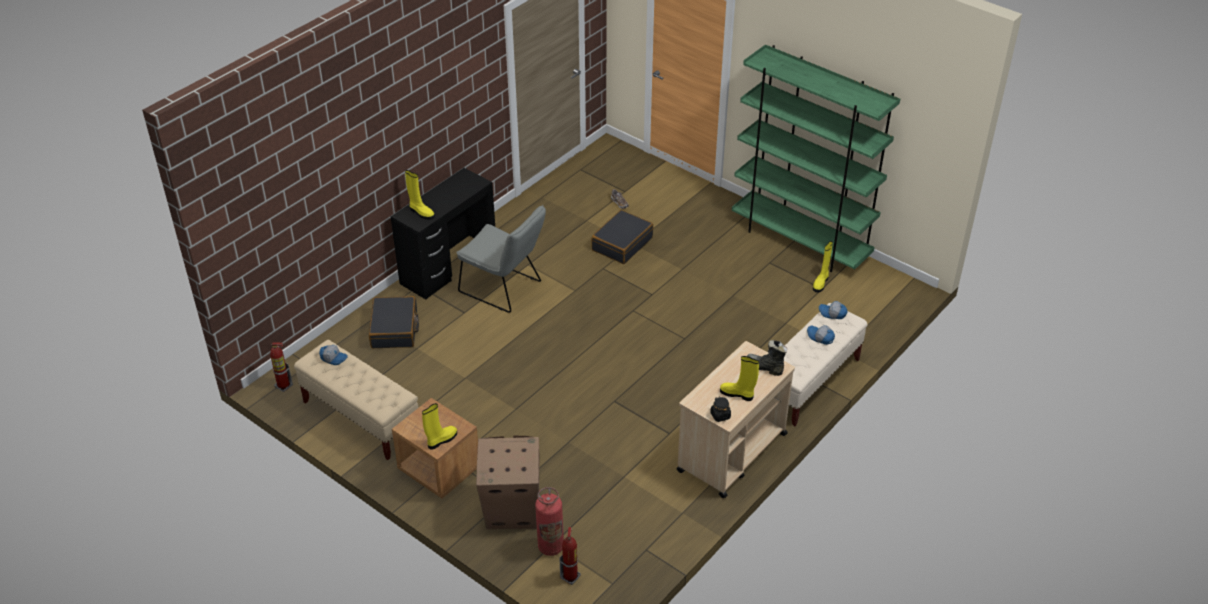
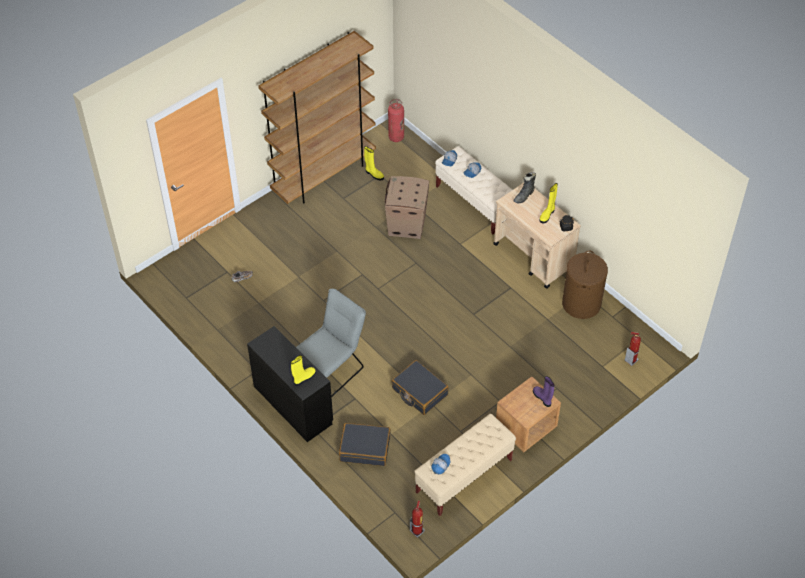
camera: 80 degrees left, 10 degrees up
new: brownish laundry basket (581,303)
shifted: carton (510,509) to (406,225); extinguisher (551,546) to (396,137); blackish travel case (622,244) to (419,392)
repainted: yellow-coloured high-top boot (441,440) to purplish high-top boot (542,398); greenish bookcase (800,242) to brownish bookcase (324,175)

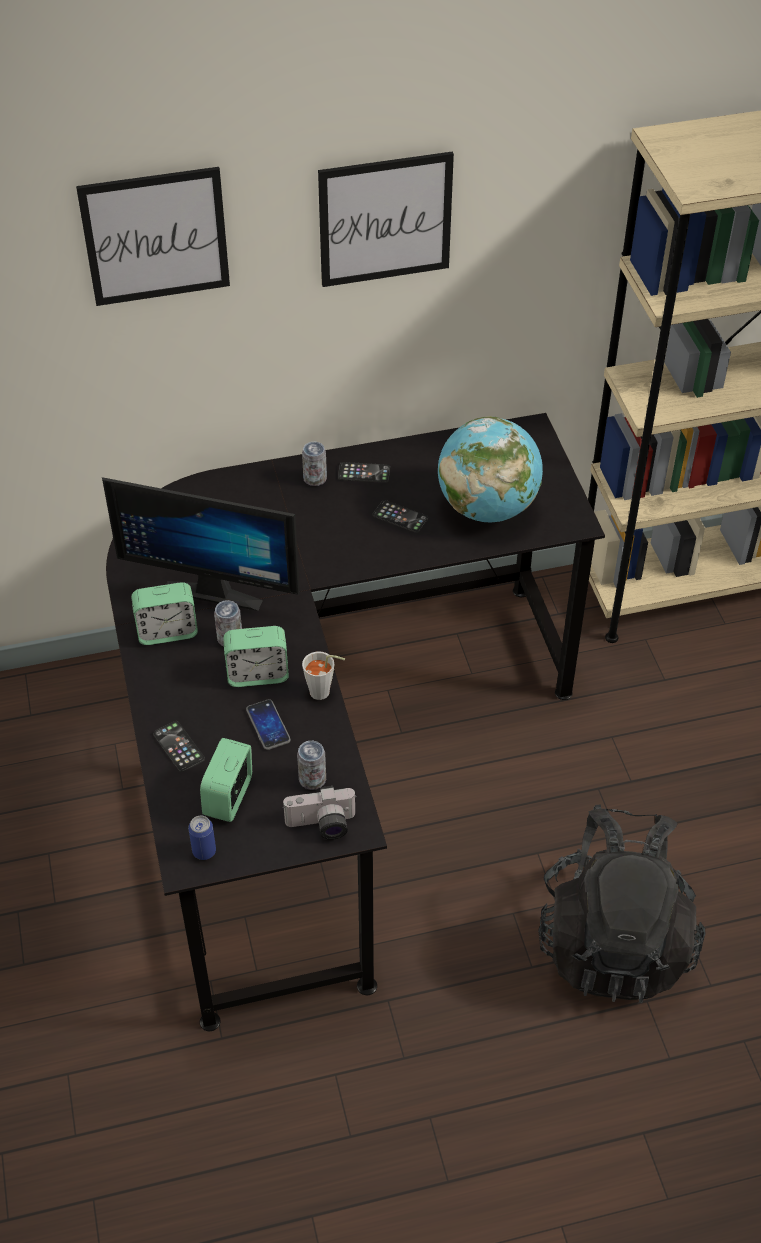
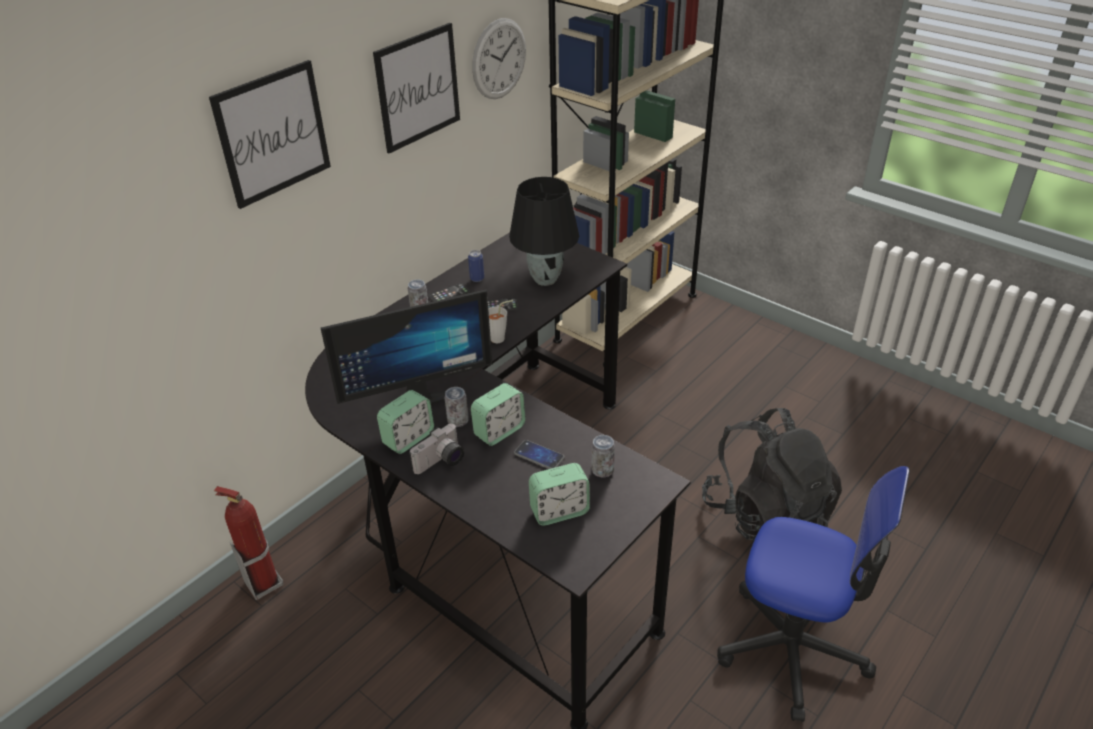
camera: 35 degrees left, 10 degrees down
gone: phone (178,747)
new: extinguisher (264,583); clock on the wall (499,59); computer chair (792,647)
shifted: can (204,851) to (477,278); photo camera (322,826) to (441,462); grey small cup (324,693) to (501,338)
swapped: desk globe (487,507) to blackish tabletop lamp (545,279)
rotated: table clock (229,797) = (559,511) 90 degrees counterclockwise

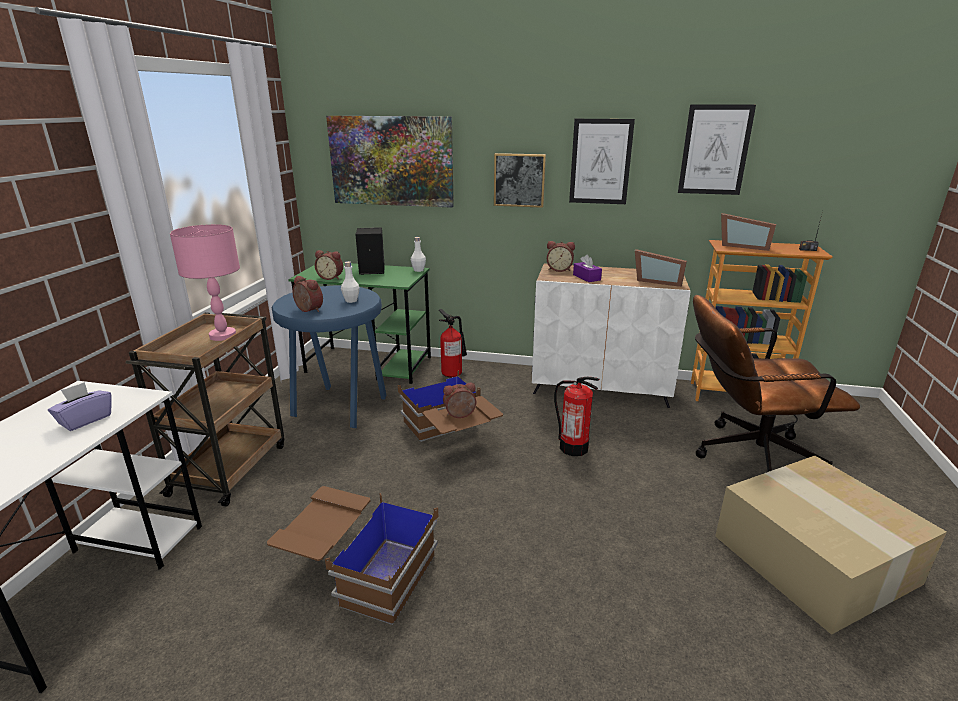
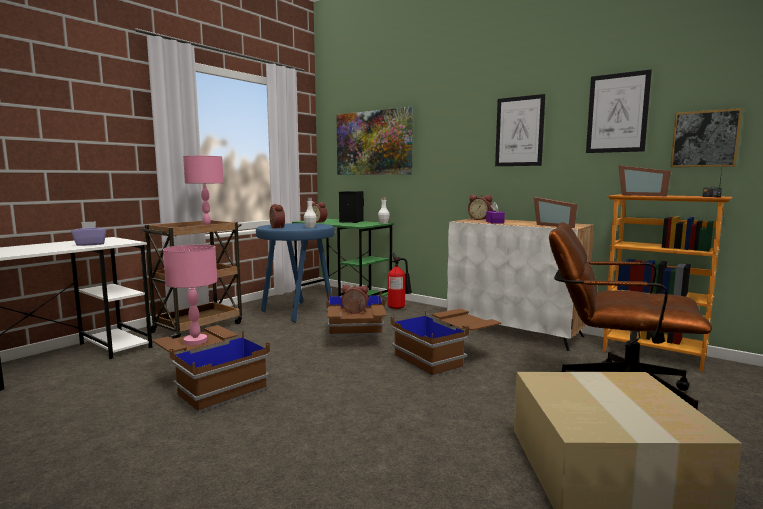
camera: 25 degrees right, 15 degrees down
new: pink-coloured tabletop lamp (195,341)
shifted: wall picture (519,180) to (705,139)
swapped: extinguisher (573,447) to brownish storage bin (446,357)

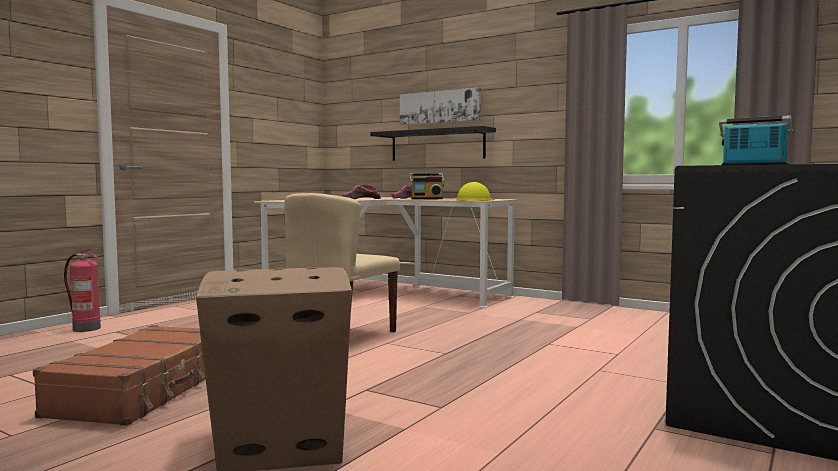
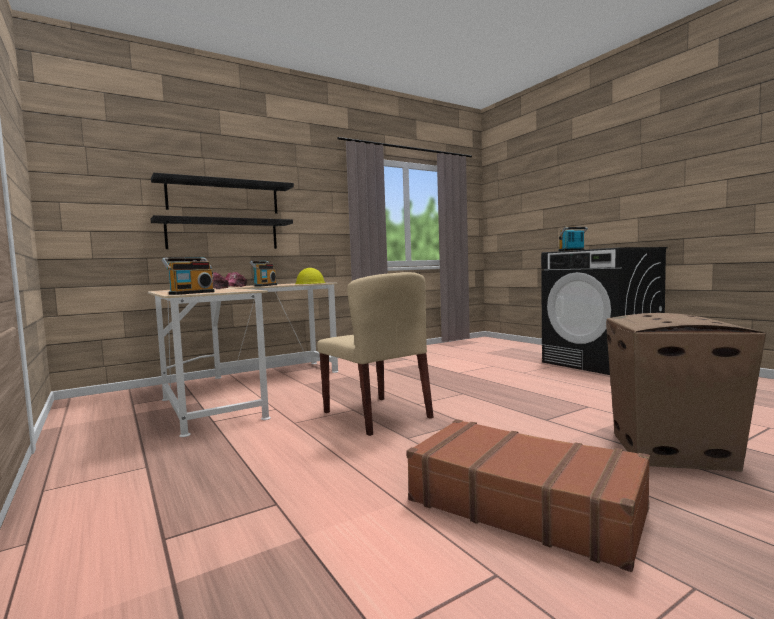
camera: 65 degrees left, 0 degrees up
gone: extinguisher (85,329)
new: radio receiver (191,293)
swapped: wall picture (439,107) to blackish bracket shelf (224,197)

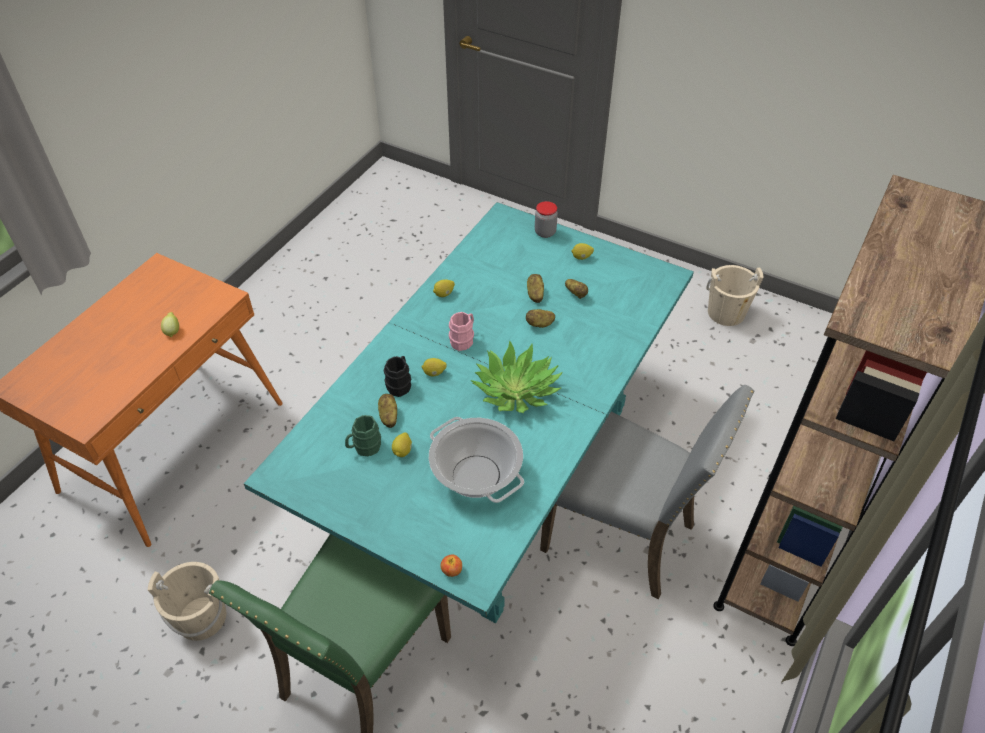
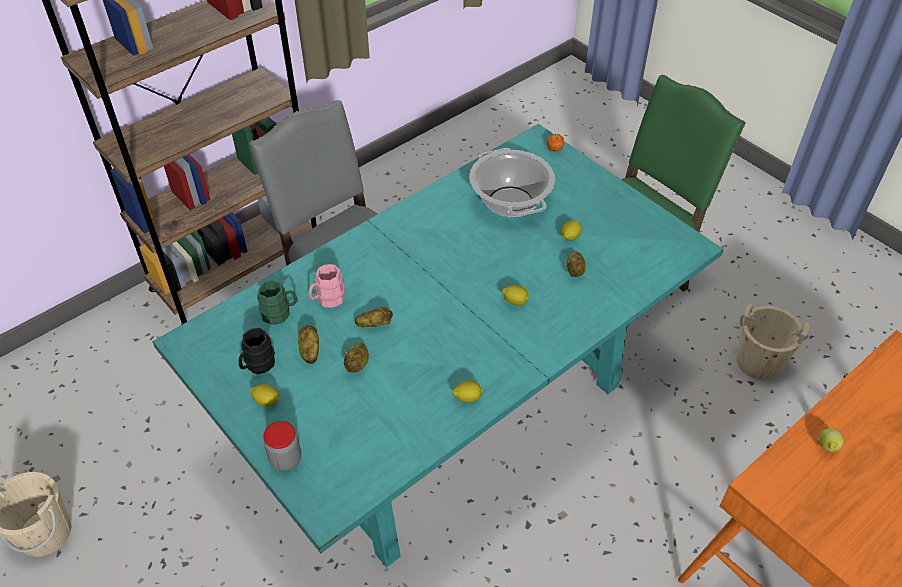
camera: 160 degrees left, 0 degrees up
gone: houseplant (516,390)
shifted: greenish mug (364,447) to (280,313); blackish mug (400,384) to (257,365); pink-coloured mug (463,339) to (327,299)

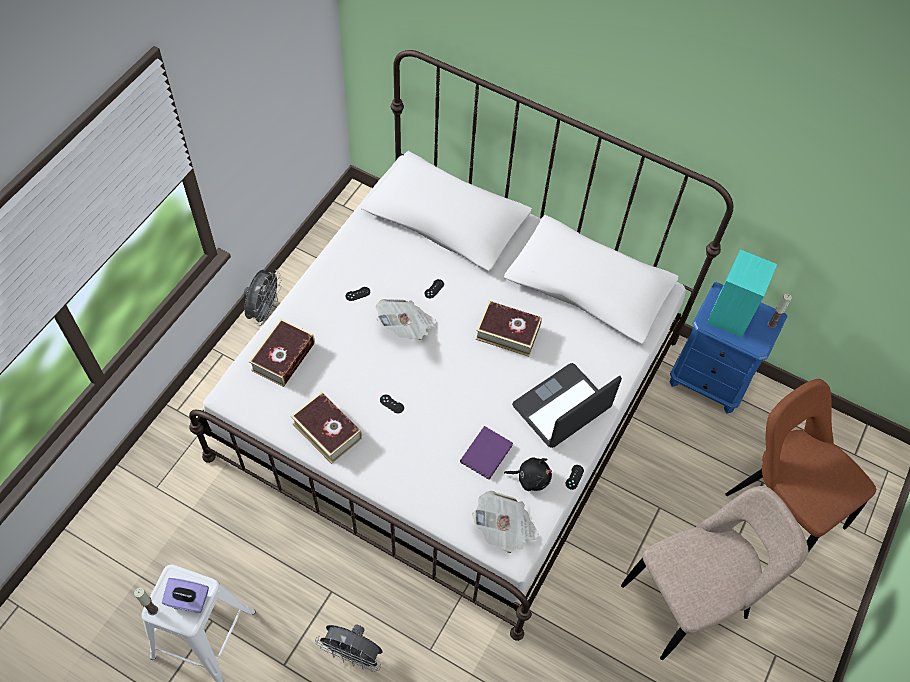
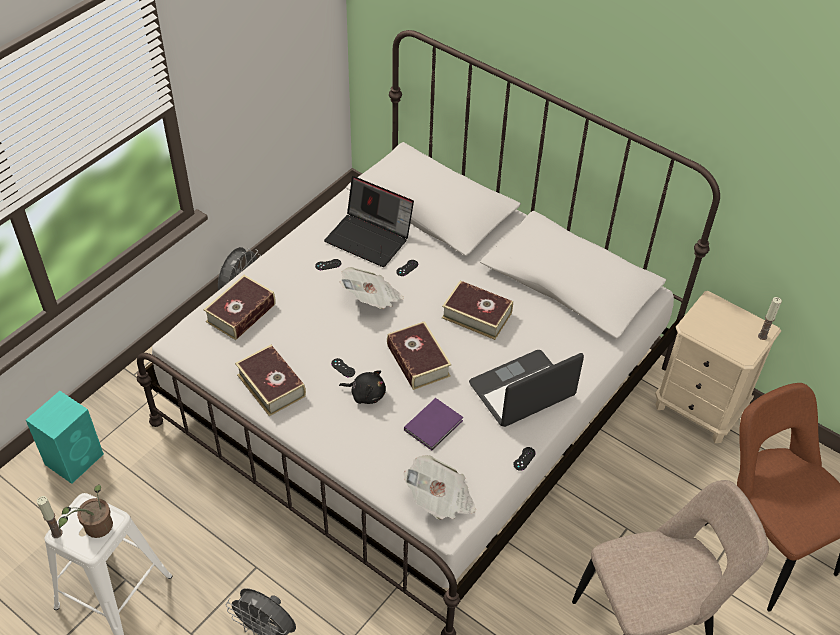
camera: 10 degrees right, 10 degrees down
new: portable computer (370,238); volume (418,361)
shifted: blackish soft toy (531,478) to (366,394); blue-green audio speaker (731,313) to (75,458)
swapped: purplish tissue box (188,600) to houseplant (95,529)
repainted: blue-coloured nightstand (708,380) to sand-coloured nightstand (699,408)

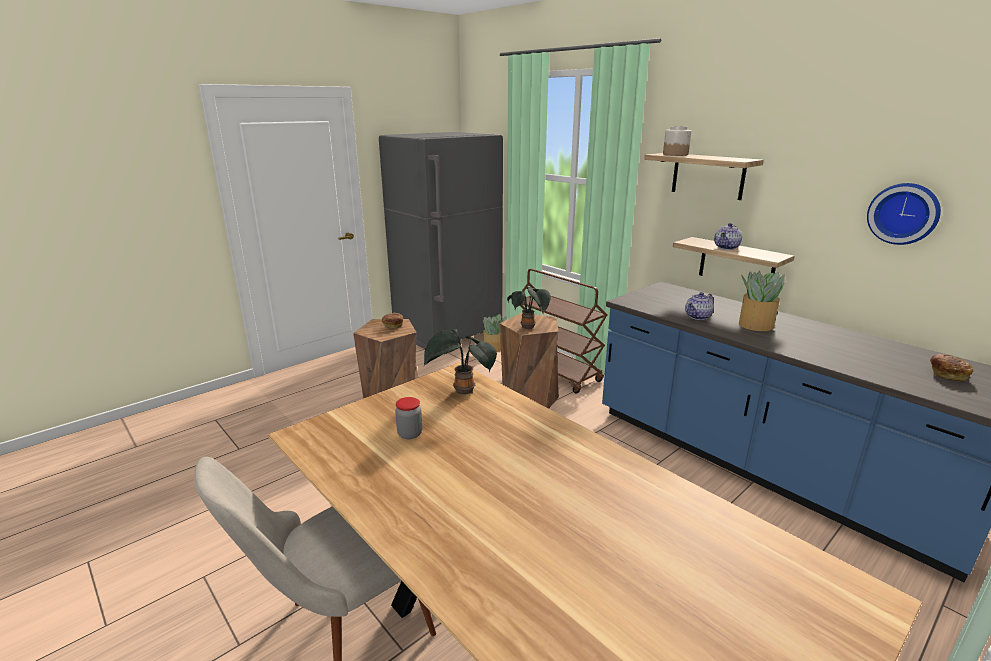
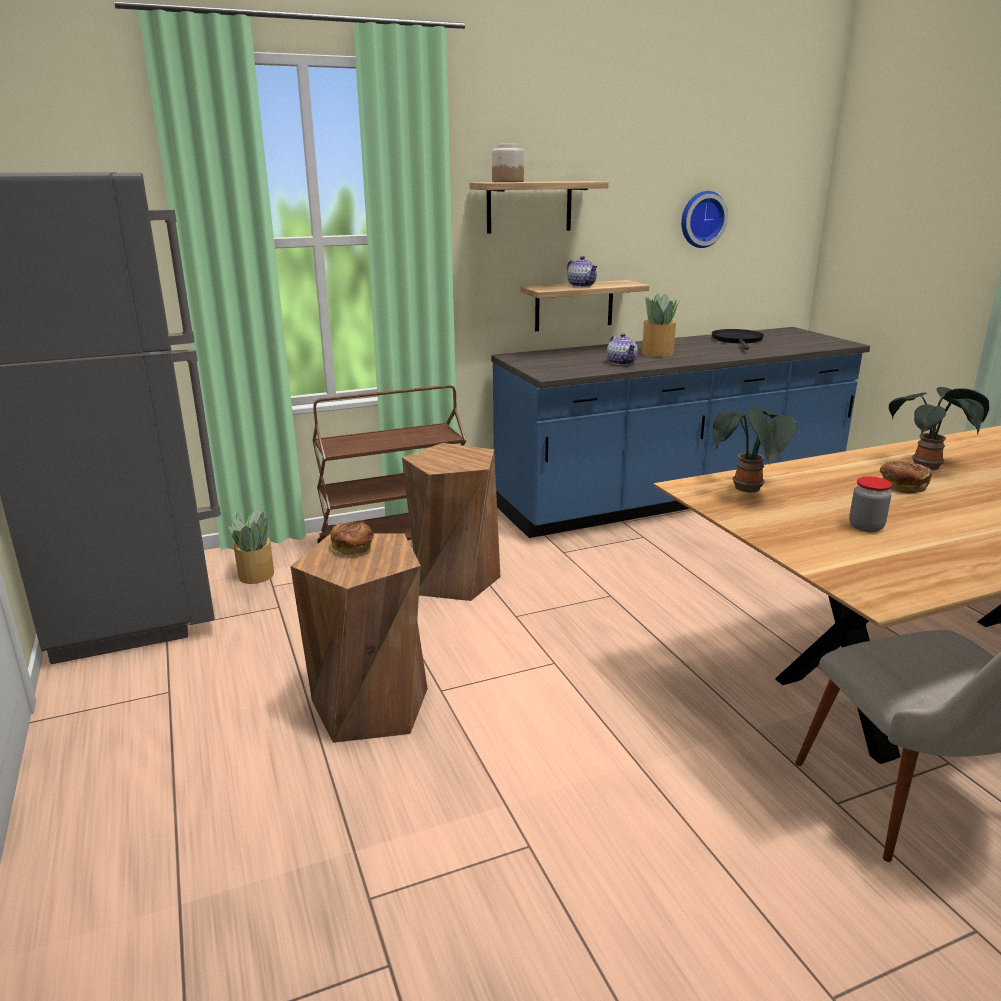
camera: 70 degrees left, 0 degrees up
new: blackish frying pan (737,340)
shifted: houseplant (529,327) to (929,467); bakery bread (947,374) to (902,487)

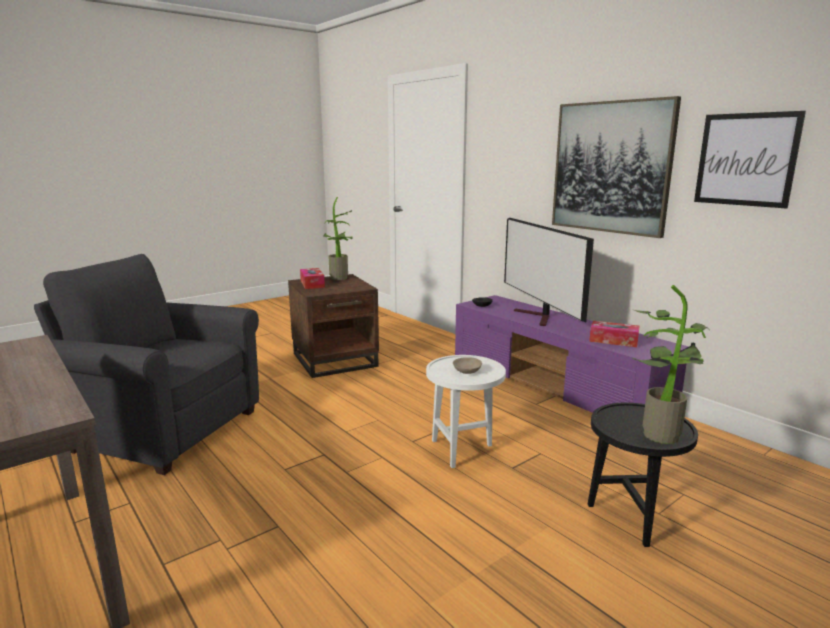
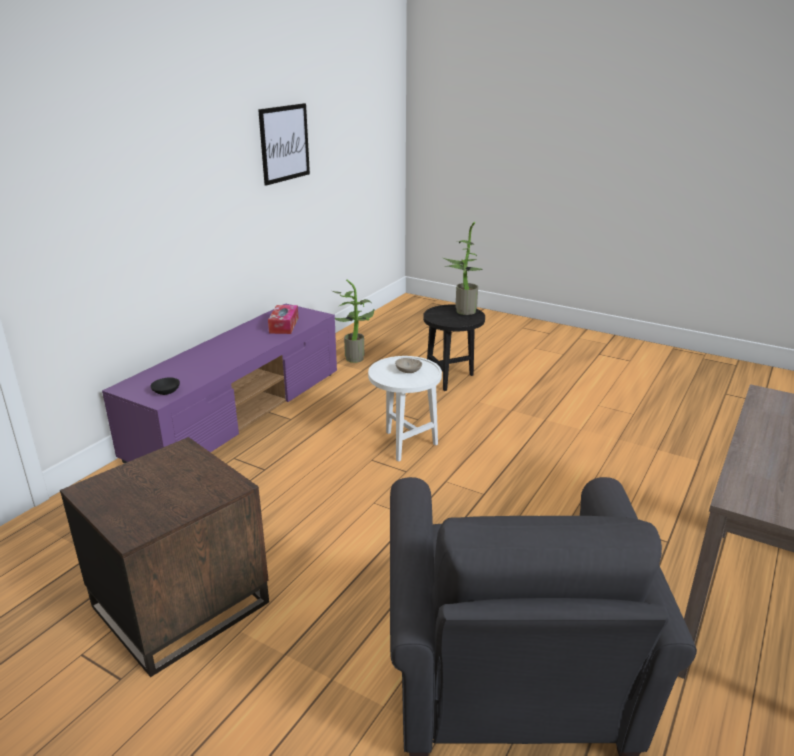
camera: 110 degrees left, 10 degrees up
gone: tissue box (312,284); television (539,317); wall picture (611,167)
shifted: houseplant (340,278) to (356,357)

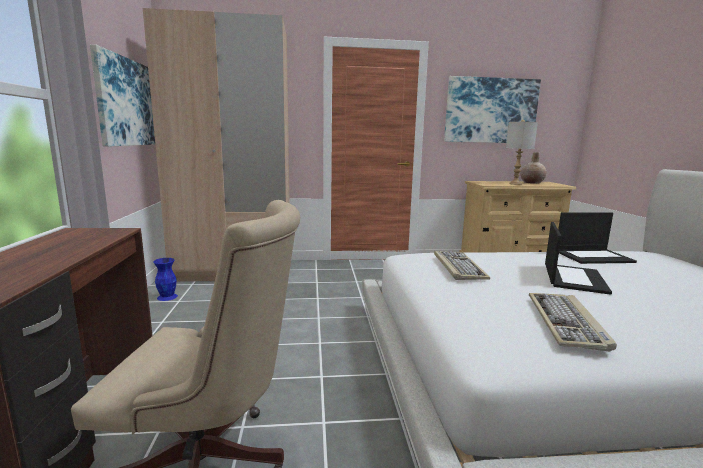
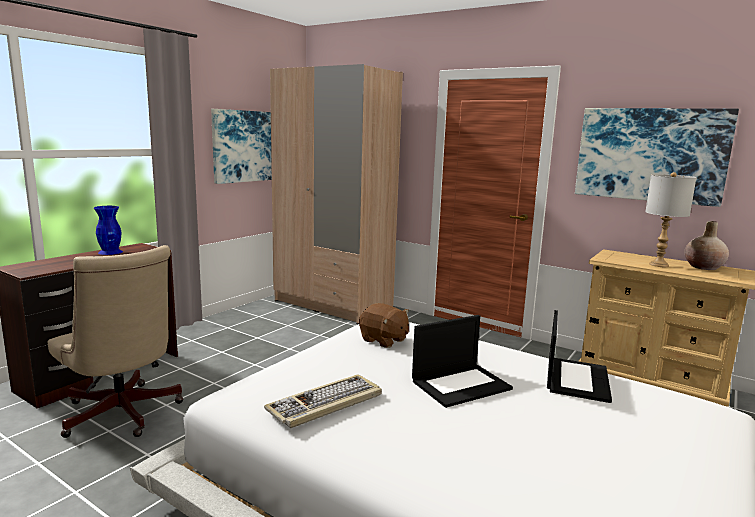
camera: 40 degrees right, 0 degrees up
shifted: blue-coloured decorative vase (167,297) to (110,252)
swapped: keyboard (458,267) to brownish soft toy (383,340)
rotated: portable computer (593,256) = (576,379) 105 degrees counterclockwise

